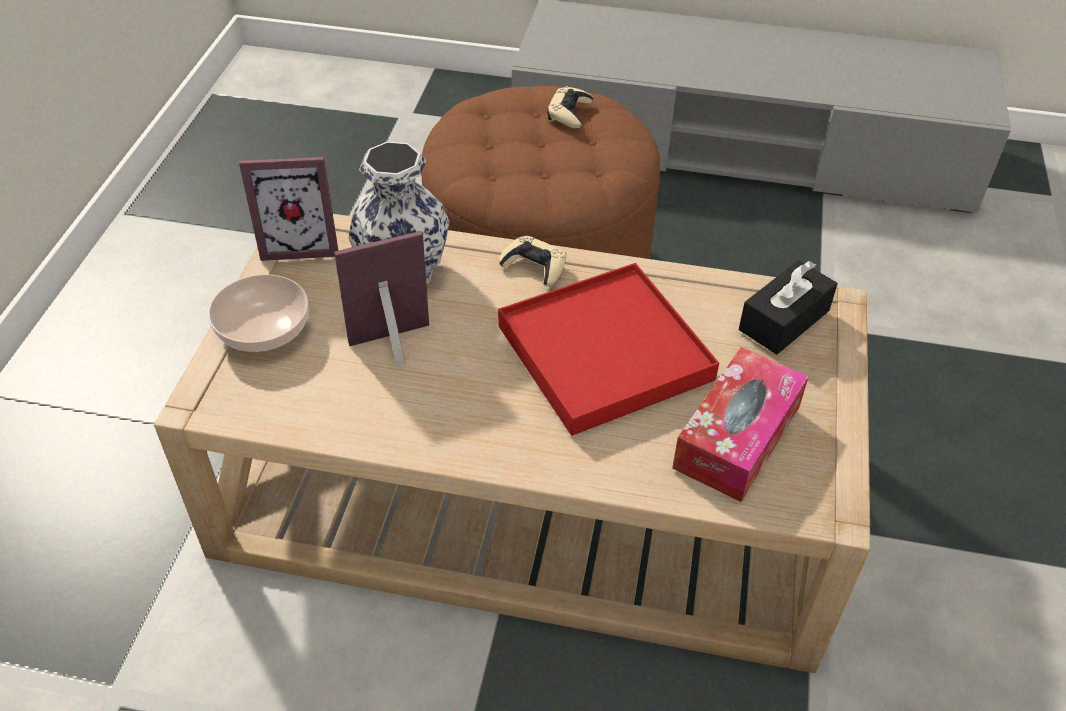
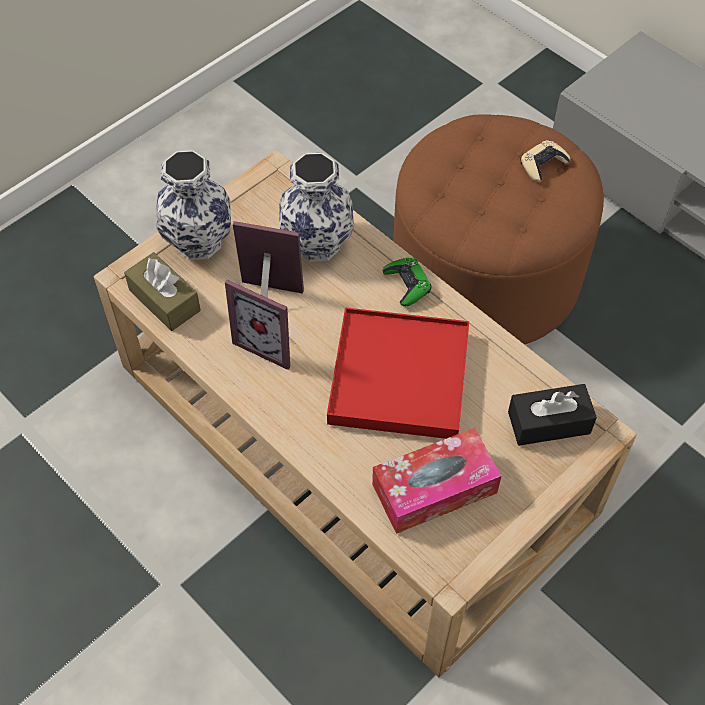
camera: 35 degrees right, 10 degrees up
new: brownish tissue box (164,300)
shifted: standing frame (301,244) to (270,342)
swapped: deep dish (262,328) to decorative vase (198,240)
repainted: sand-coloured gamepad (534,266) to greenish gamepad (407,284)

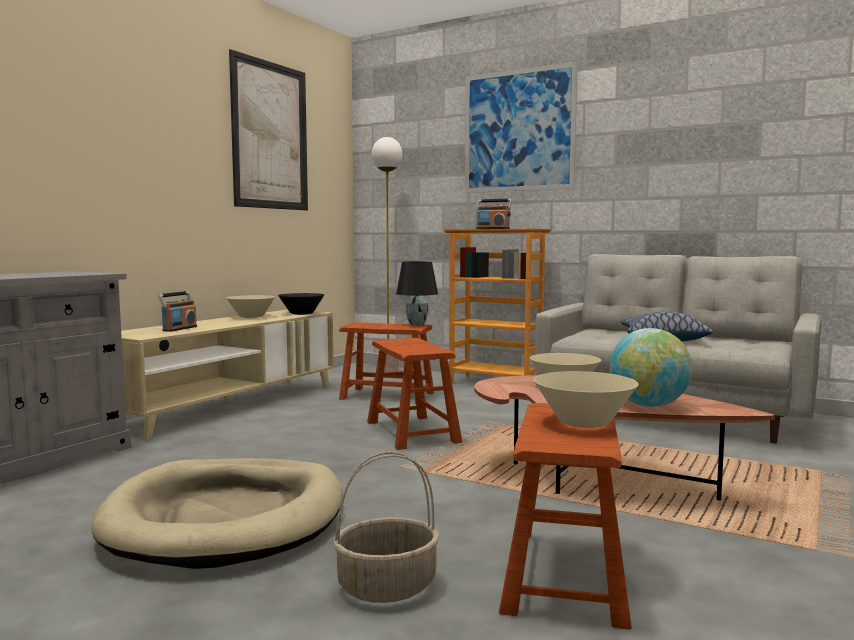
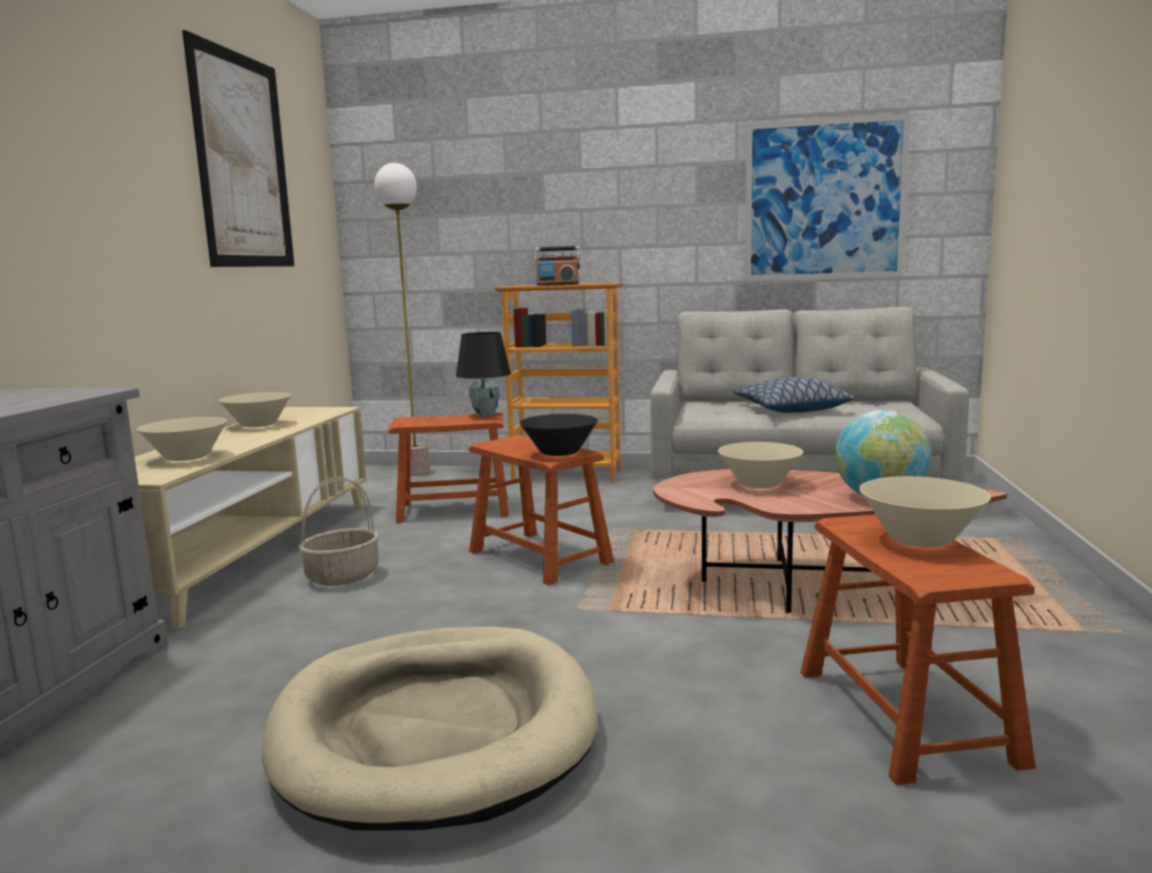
camera: 20 degrees left, 5 degrees up
shifted: blackish deep dish (301,314) to (559,453); basket (387,585) to (343,576); wall picture (518,130) to (824,200)
swapped: radio receiver (179,329) to sand-coloured deep dish (187,457)

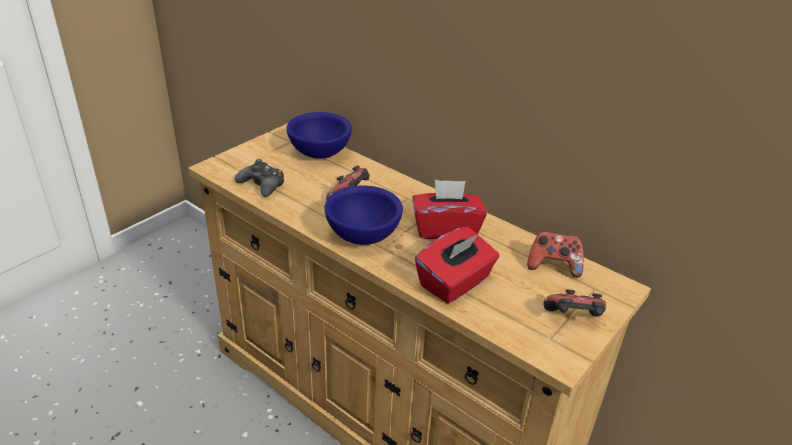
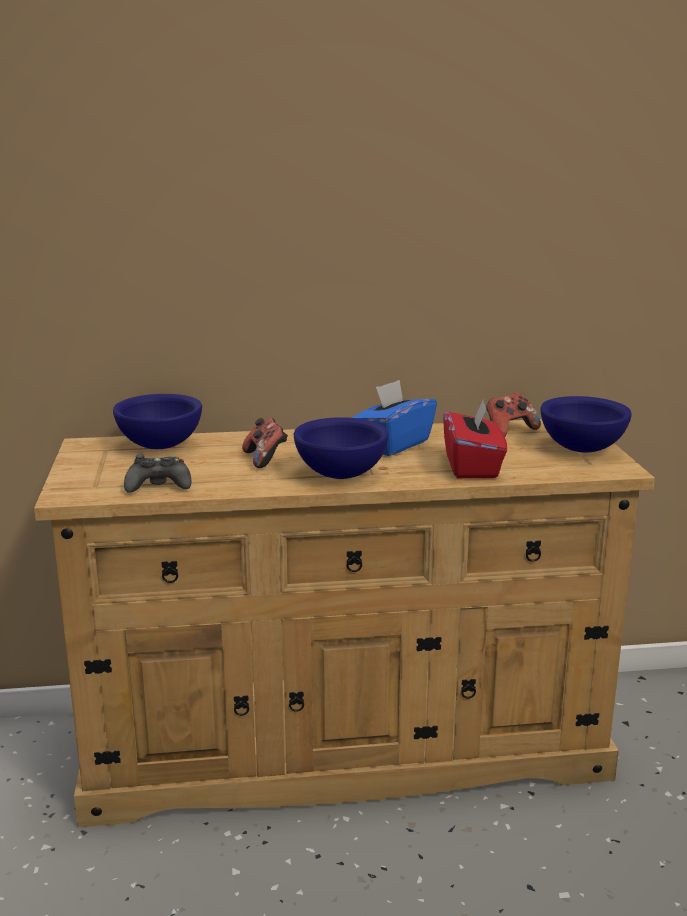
camera: 45 degrees left, 15 degrees down
swapped: gamepad (573,319) to blue-coloured deep dish (582,449)
repainted: red tissue box (445,229) to blue-coloured tissue box (392,444)

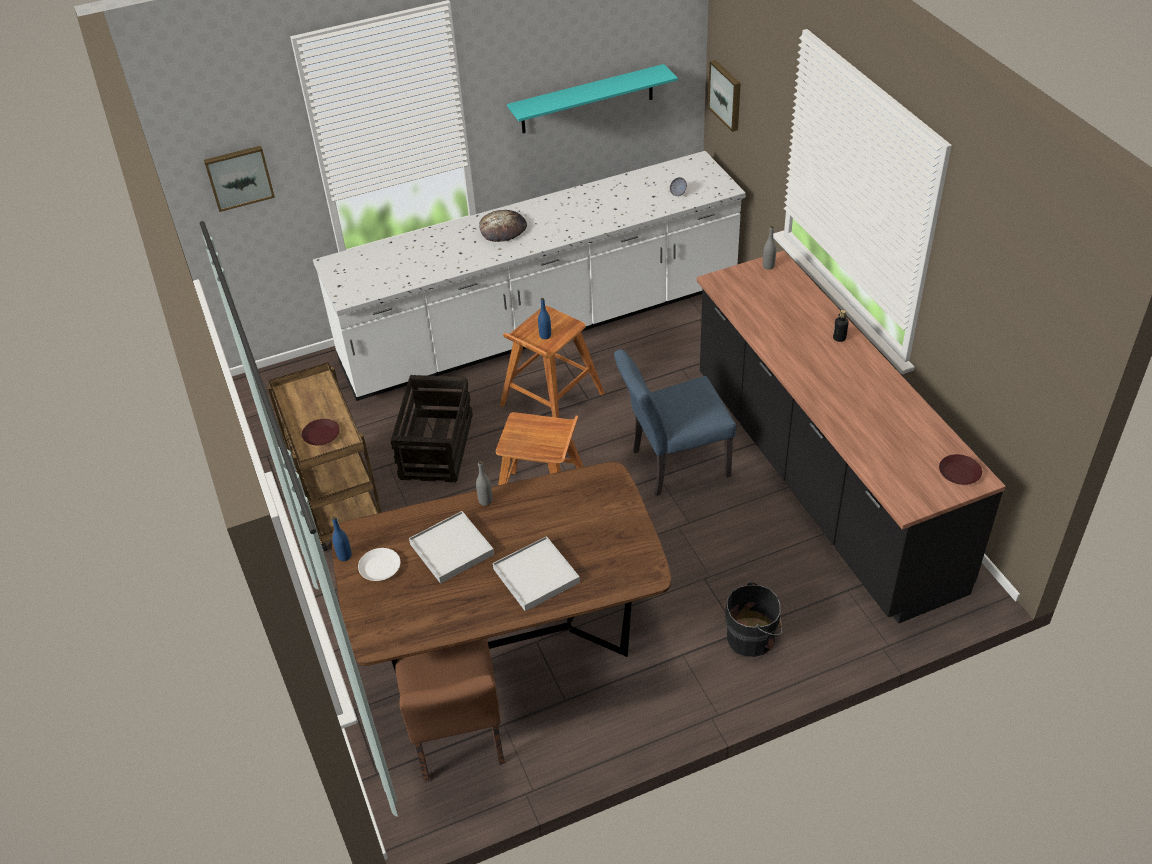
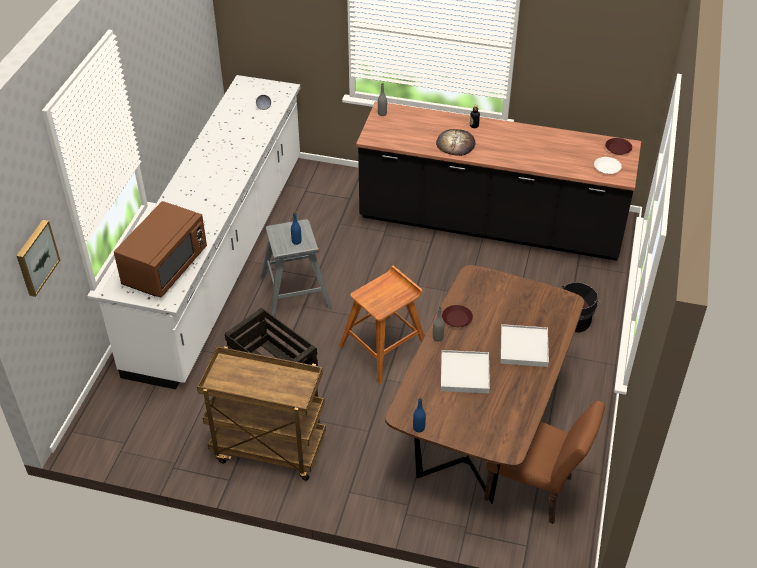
camera: 55 degrees left, 0 degrees up
gone: blue-green bracket shelf (587,99); blue-coloured plain chair (673,465); wall picture (726,95)
new: brownish kitchen microwave (165,267)
shifted: brownish dinner plate (321,435) to (457,318); white dinner plate (380,567) to (607,168); bakery bread (503,228) to (455,144)
repainted: brownish stool seat (551,400) to grey stool seat (296,293)

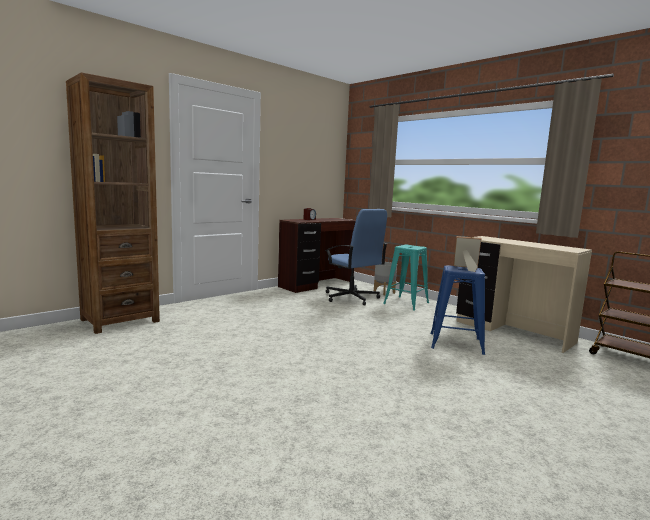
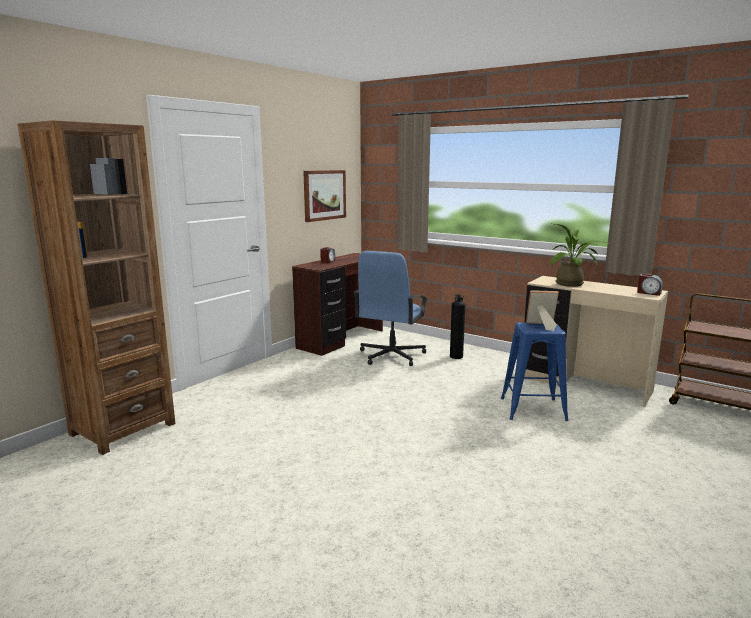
camera: 10 degrees left, 5 degrees up
gone: grey planter (384,292)
new: wall picture (324,195); houseplant (573,284); table clock (648,293)
swapped: blue-green stool seat (406,303) to extinguisher (456,356)
rotated: blue-coloured computer chair (351,298) = (391,356) 75 degrees clockwise

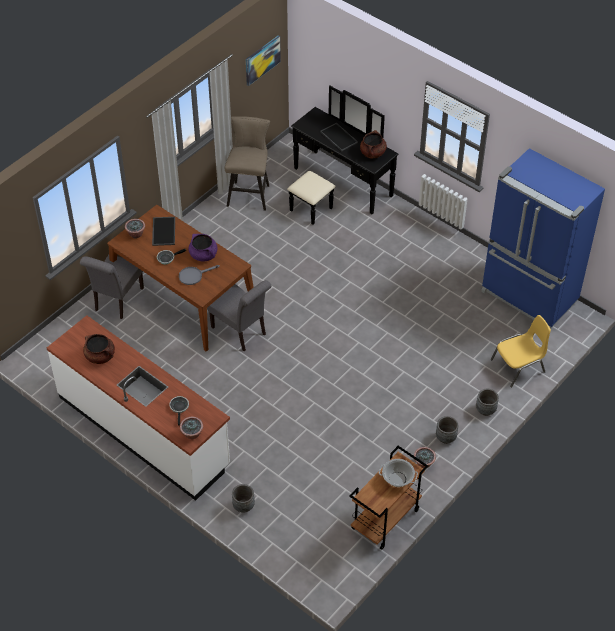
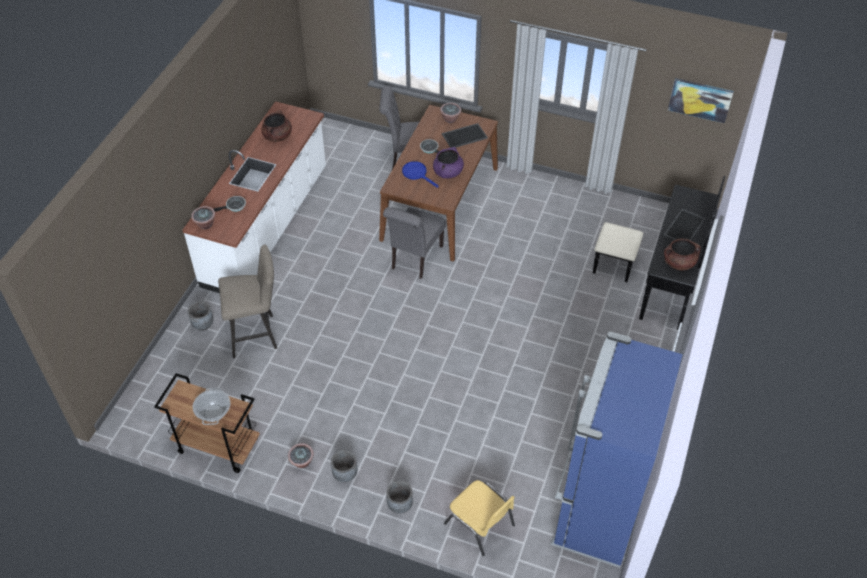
camera: 70 degrees right, 0 degrees up
shifted: sand-coloured stool seat (249,193) to (257,334)
repainted: grey frying pan (193,276) to blue-coloured frying pan (417,174)

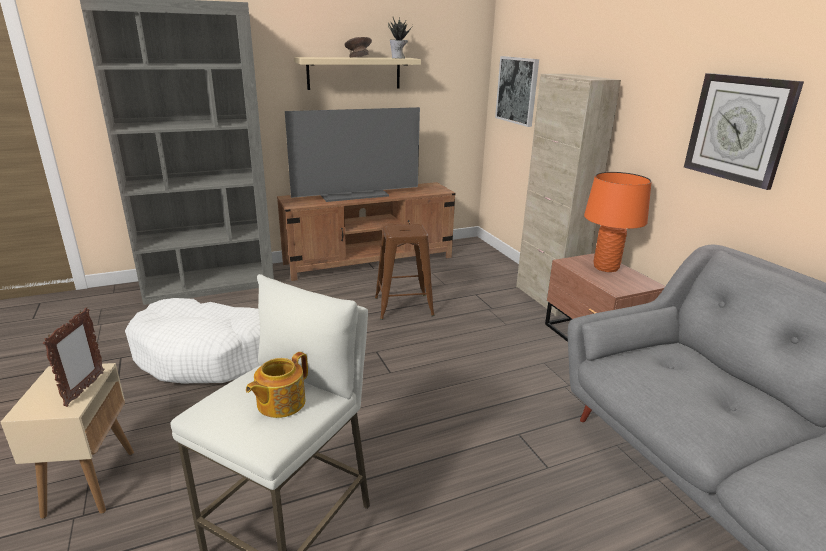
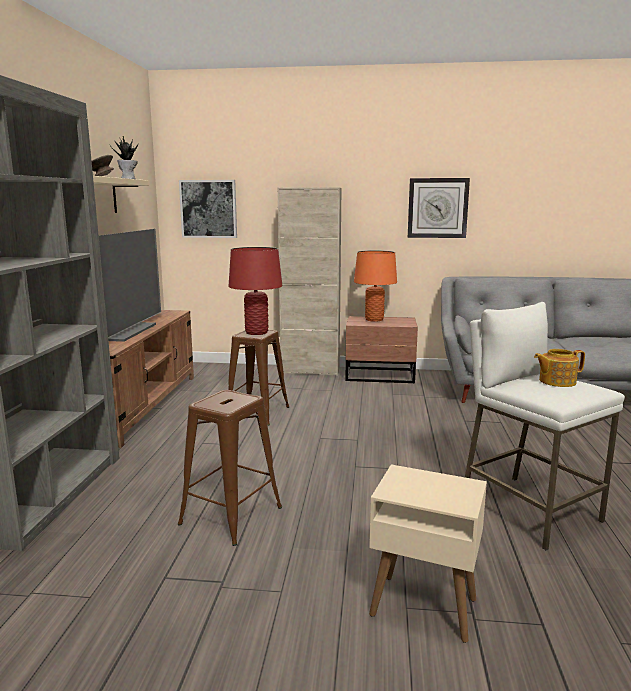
camera: 60 degrees left, 10 degrees down
gone: standing frame (84,389)
new: red tabletop lamp (256,332)
swapped: white dog bed (208,354) to brownish stool seat (232,515)
rotated: tea pot (280,403) = (556,381) 105 degrees clockwise

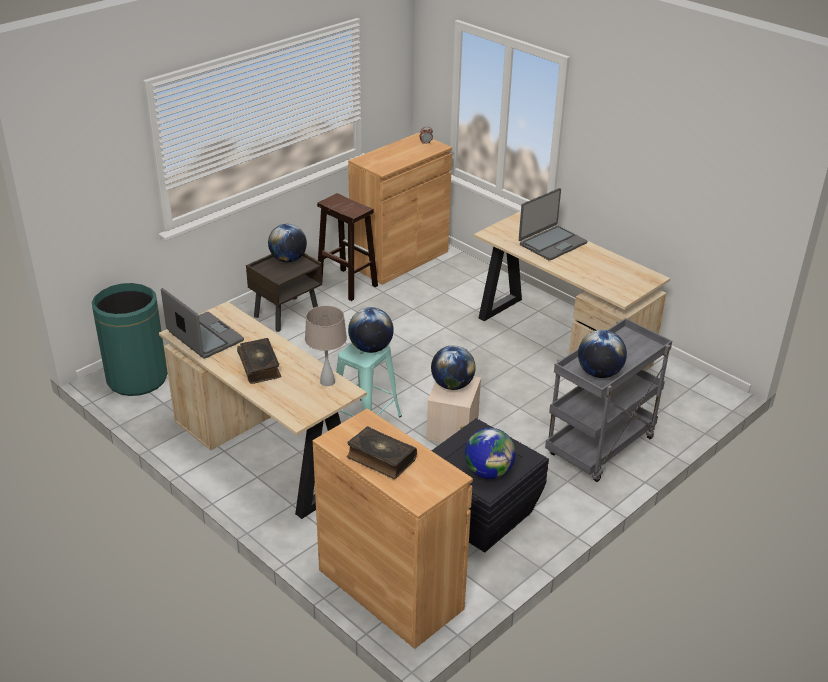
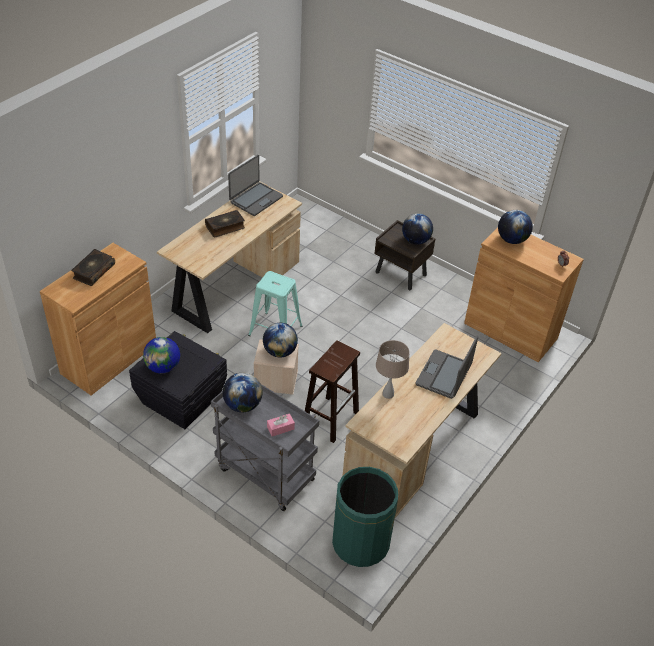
camera: 80 degrees right, 10 degrees up
new: pink-coloured tissue box (280,428)
shifted: greenish trash can (137,378) to (360,542); sand-coloured tabletop lamp (327,381) to (388,394); brownish stool seat (346,284) to (330,418); desk globe (371,348) to (512,240)
rotated: portable computer (552,243) = (444,375) 75 degrees clockwise

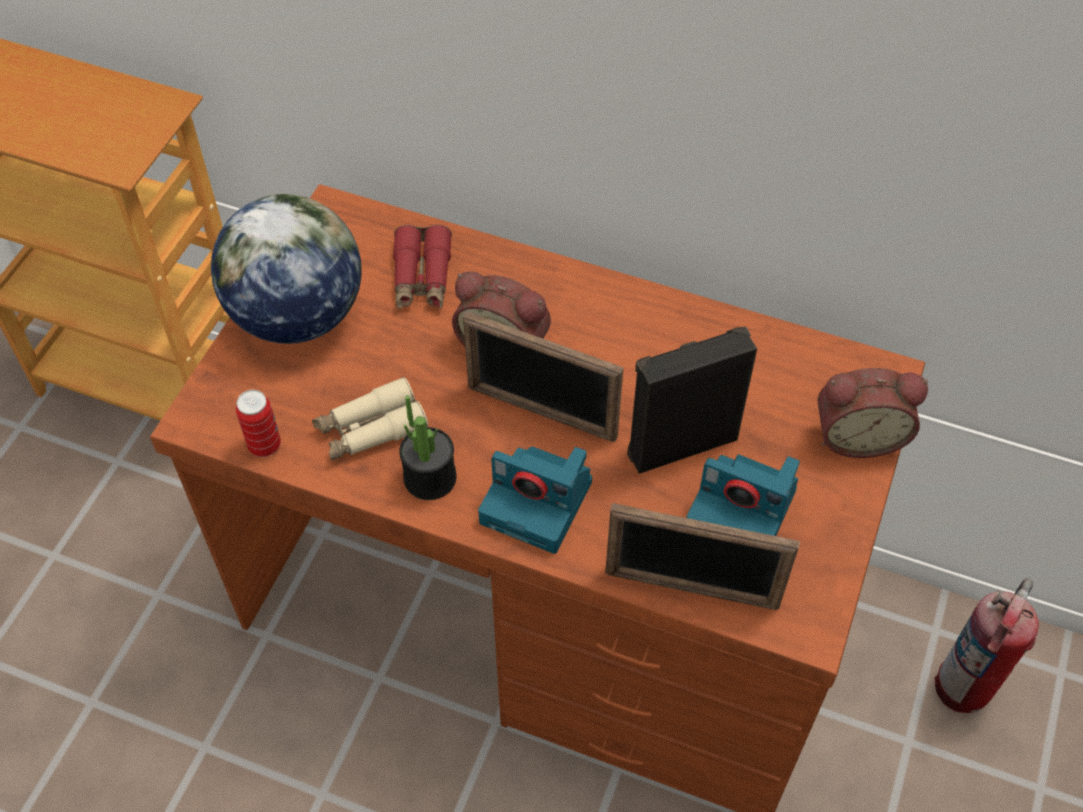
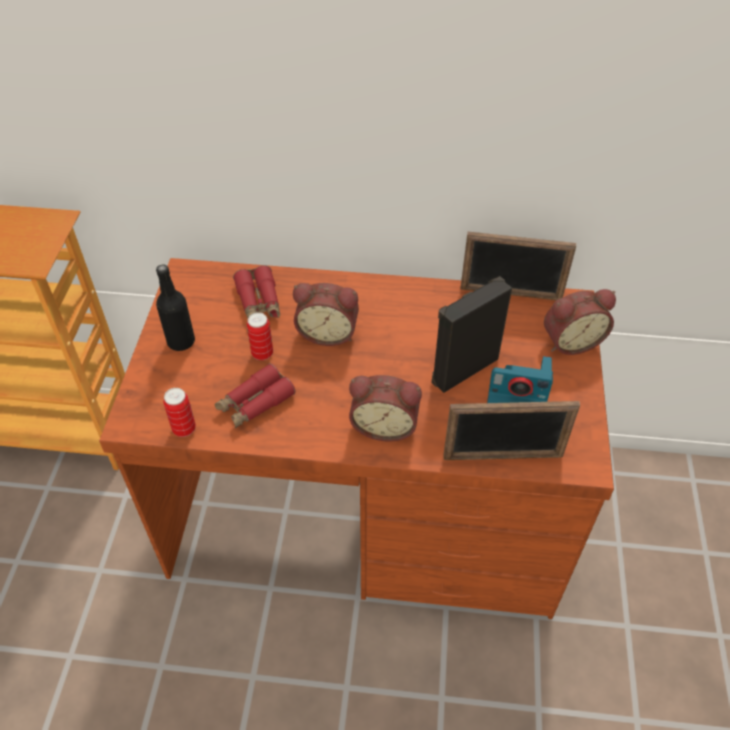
camera: 15 degrees left, 5 degrees down
gone: houseplant (430,478); extinguisher (964,687)
new: can (262,353)
shifted: standing frame (541,412) to (510,294)
swapped: desk globe (297,316) to blackish bottle (181,342); photo camera (539,502) to table clock (384,425)
repainted: sand-coloured field glasses (370,429) to red field glasses (255,403)

